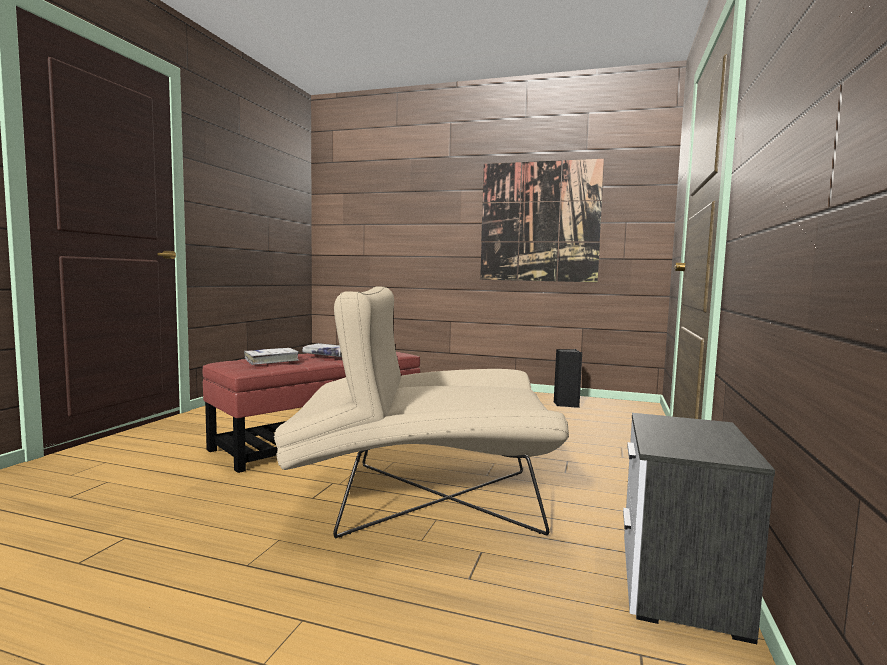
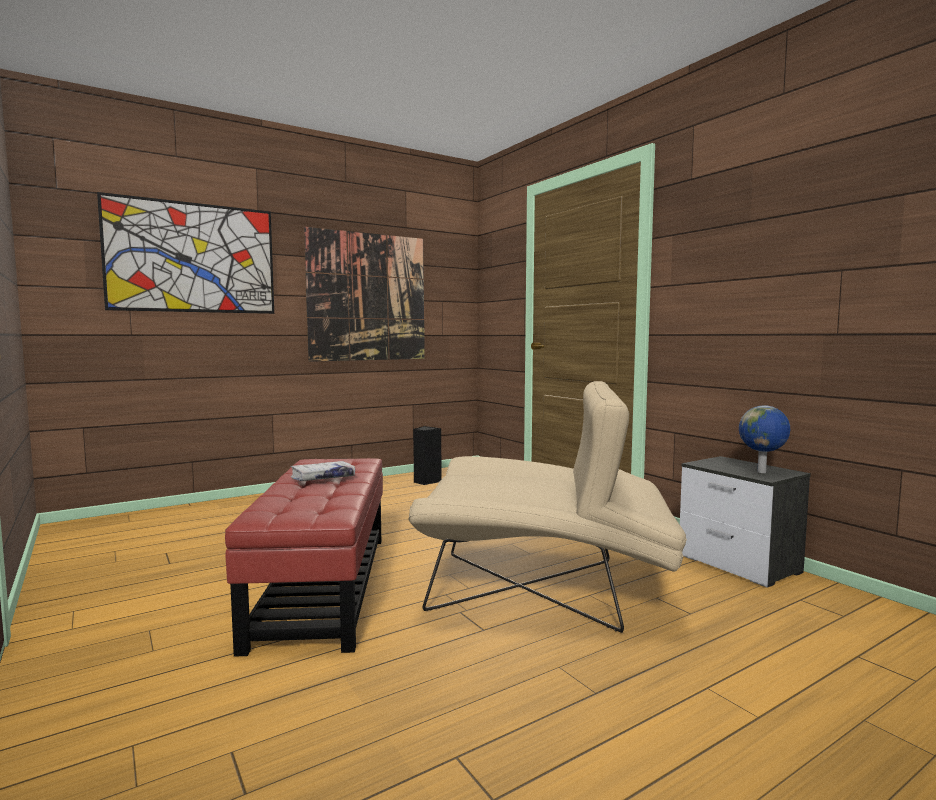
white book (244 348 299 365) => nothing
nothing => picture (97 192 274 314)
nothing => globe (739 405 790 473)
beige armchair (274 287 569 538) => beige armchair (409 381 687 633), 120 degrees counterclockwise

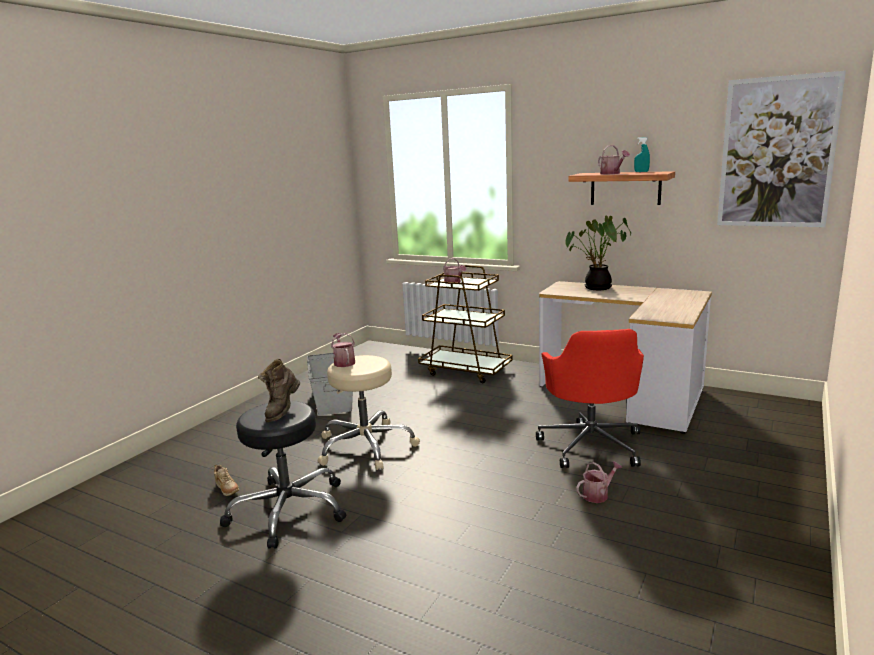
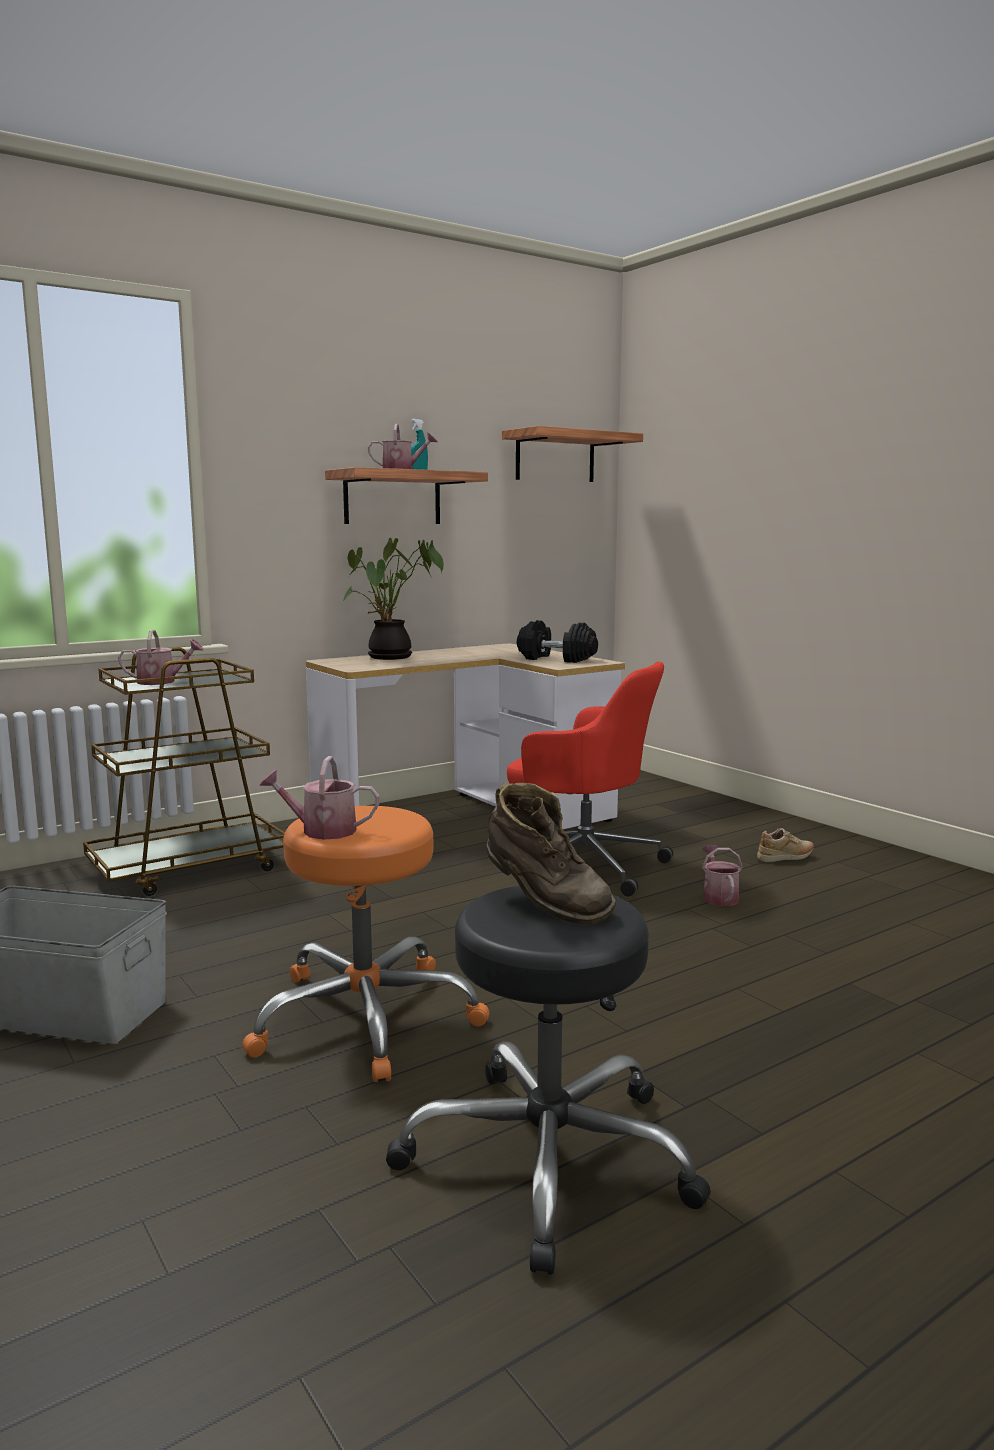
nothing => black dumbbell (517 620 598 663)
beige shoe (214 464 239 496) => beige shoe (757 828 814 863), shifted
picture (717 71 846 227) => shelf (502 426 643 482)
beige stool (318 355 420 470) => orange stool (242 806 490 1082)

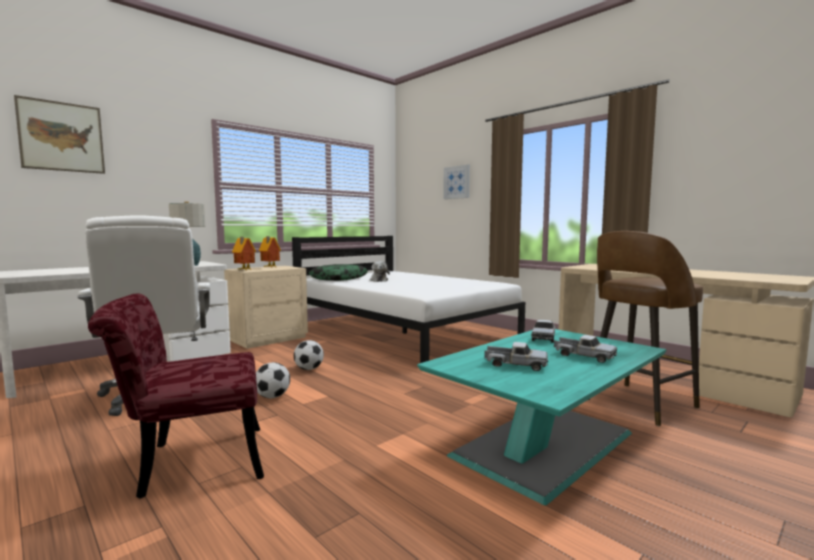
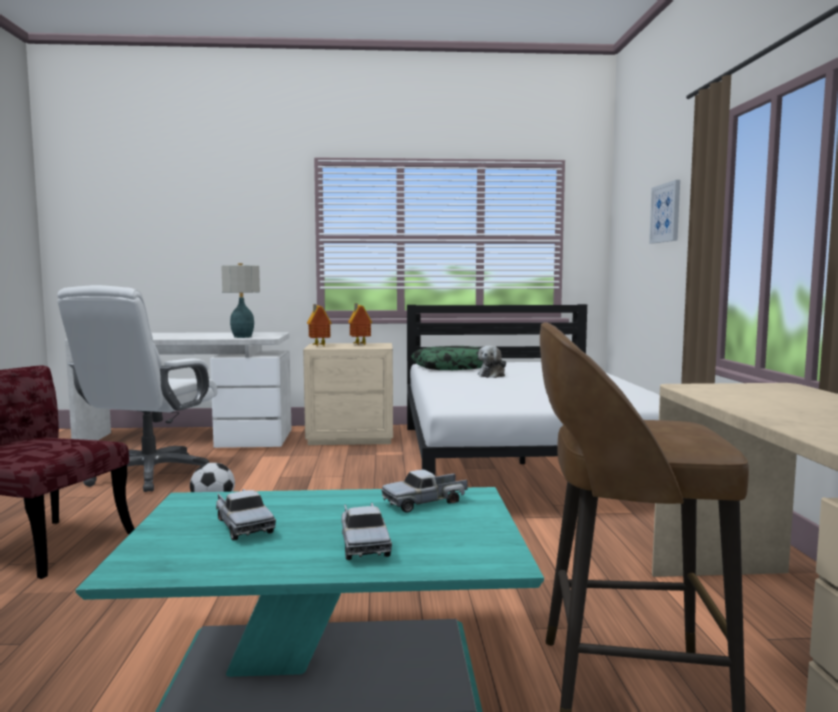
picture (14 95 105 174) => nothing
football (294 340 324 370) => nothing

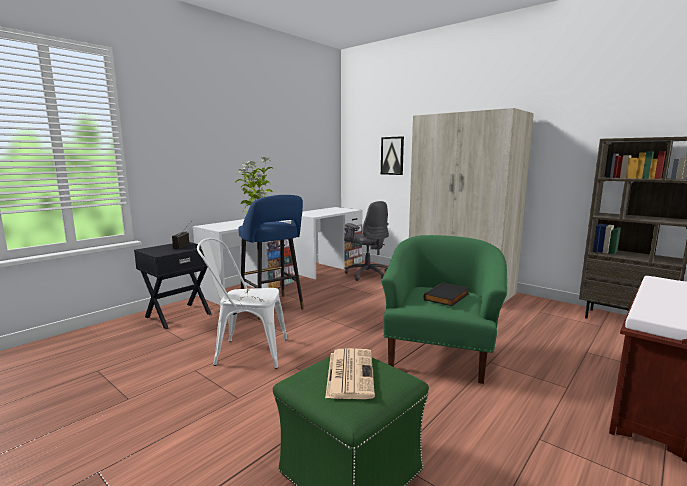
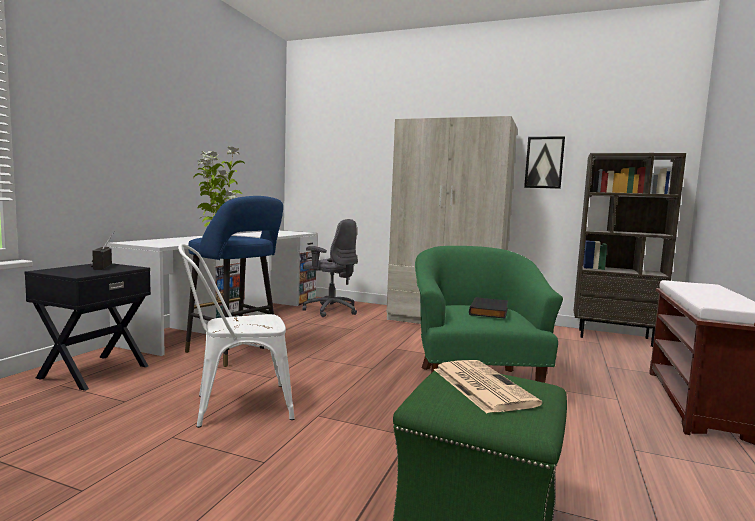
picture (381 136 404 175) => picture (524 136 565 189), shifted

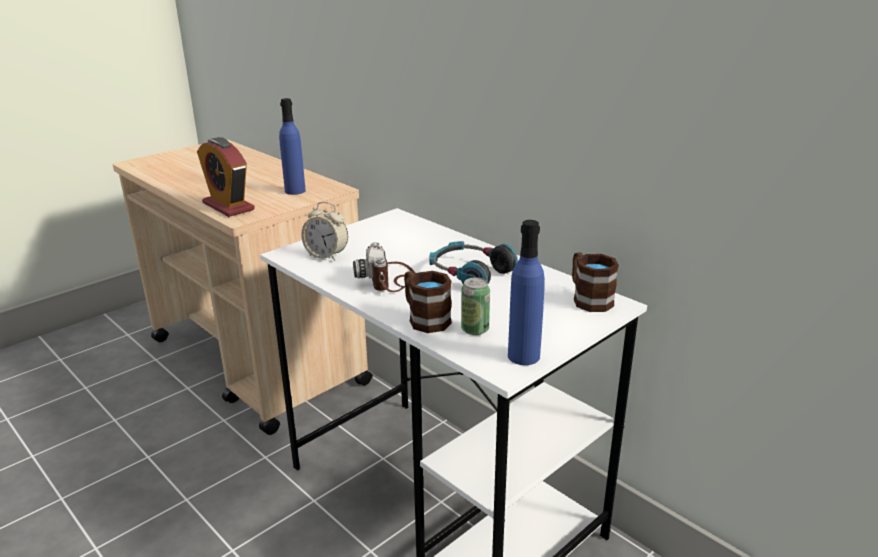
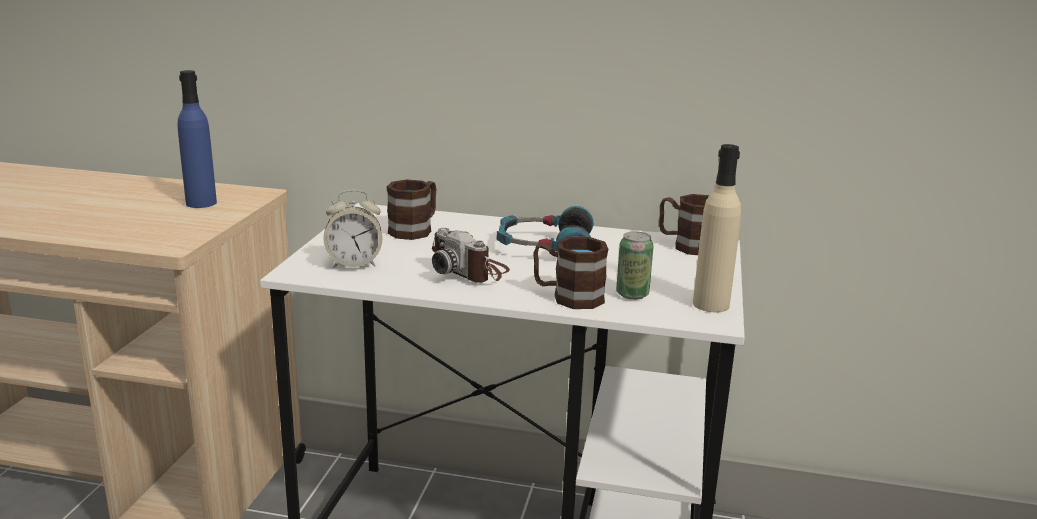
alarm clock (197 137 255 217) => nothing
nothing => brown mug (387 179 436 240)
blue bottle (508 220 545 365) => beige bottle (693 144 741 312)

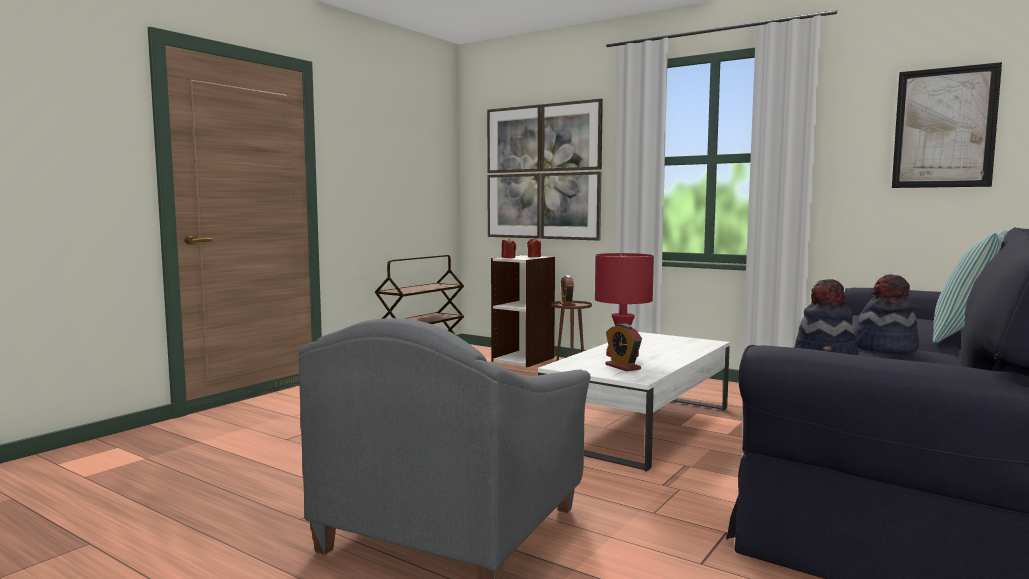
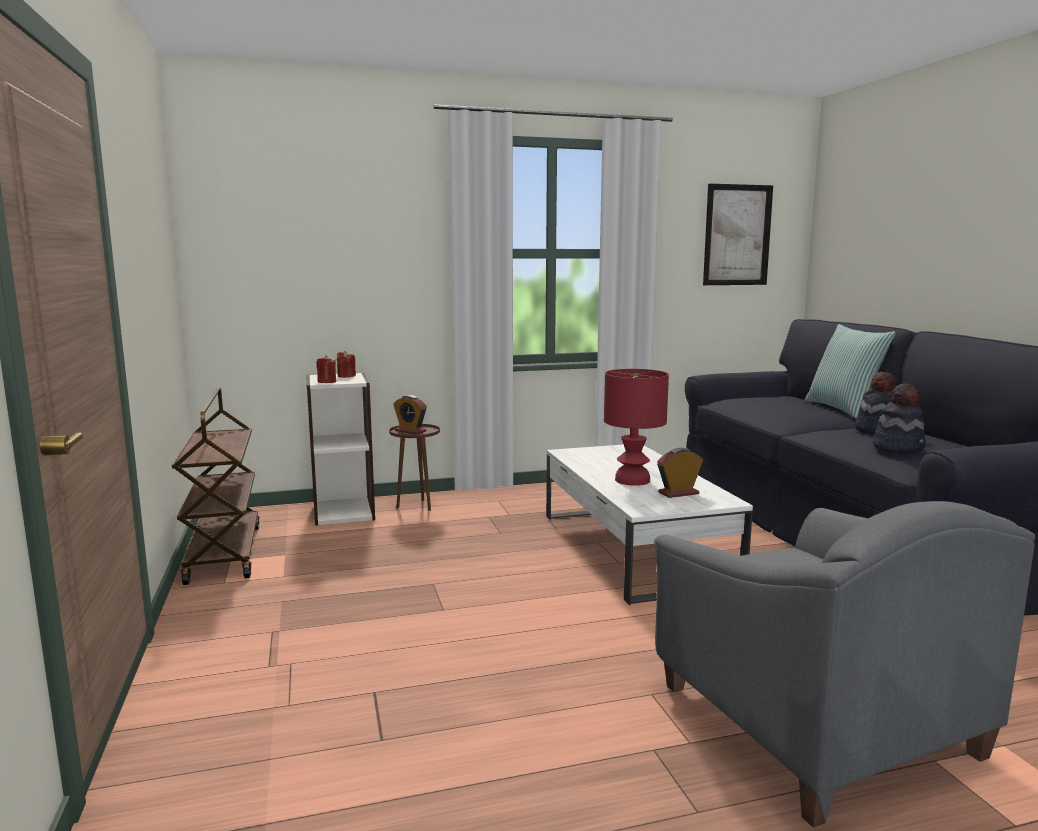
picture (487 99 603 240) => nothing
alarm clock (605 323 642 371) => alarm clock (657 448 703 498), 150 degrees clockwise

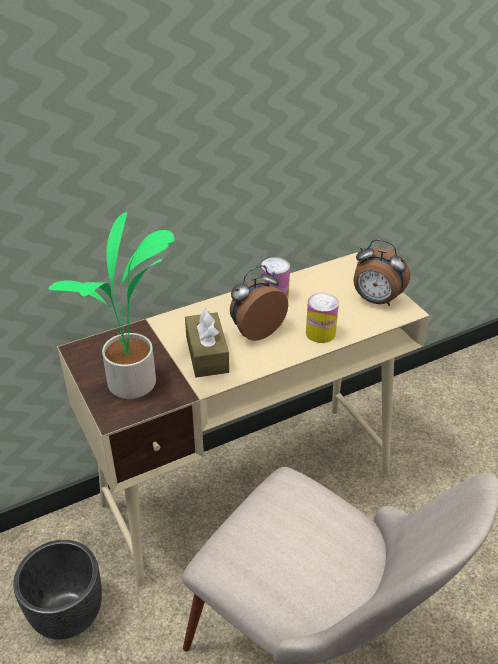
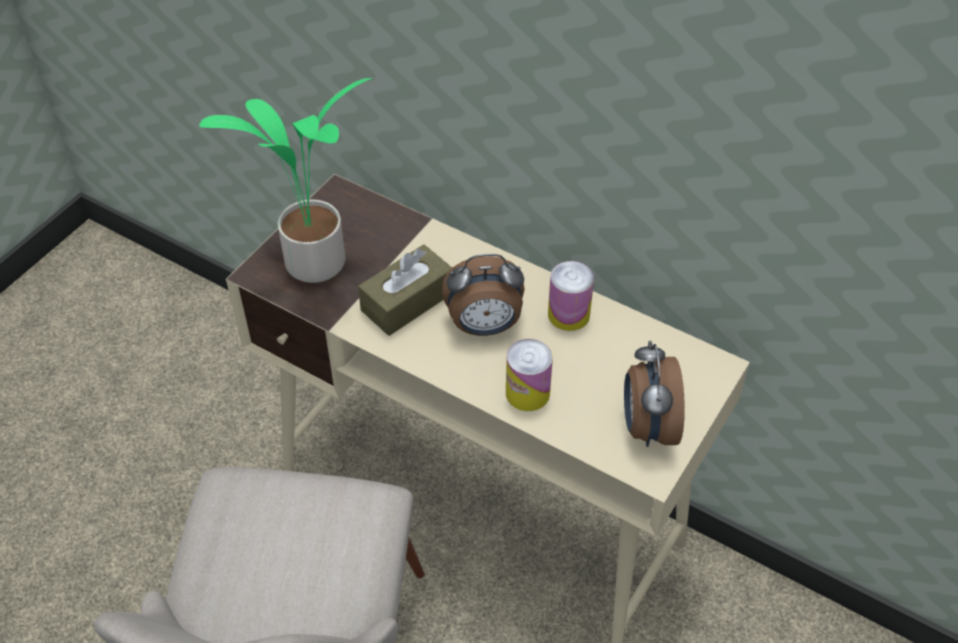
black planter (13 540 102 640) => nothing
alarm clock (230 265 288 341) => alarm clock (442 254 524 336), 150 degrees clockwise

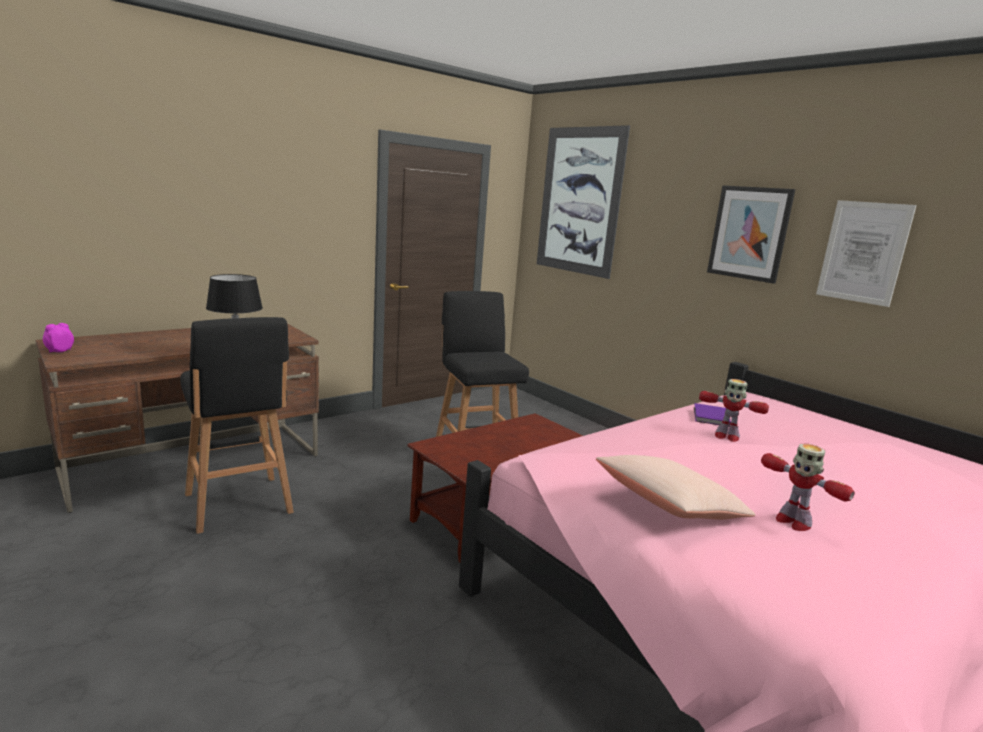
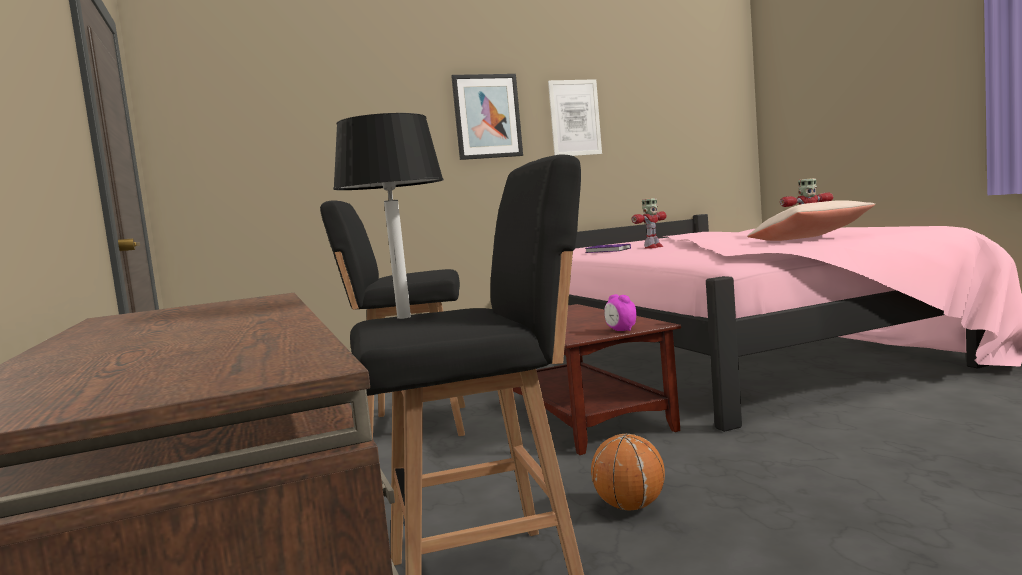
picture (537 125 630 279) => nothing
nothing => basketball (591 434 665 510)
alarm clock (43 323 74 353) => alarm clock (604 294 637 331), shifted

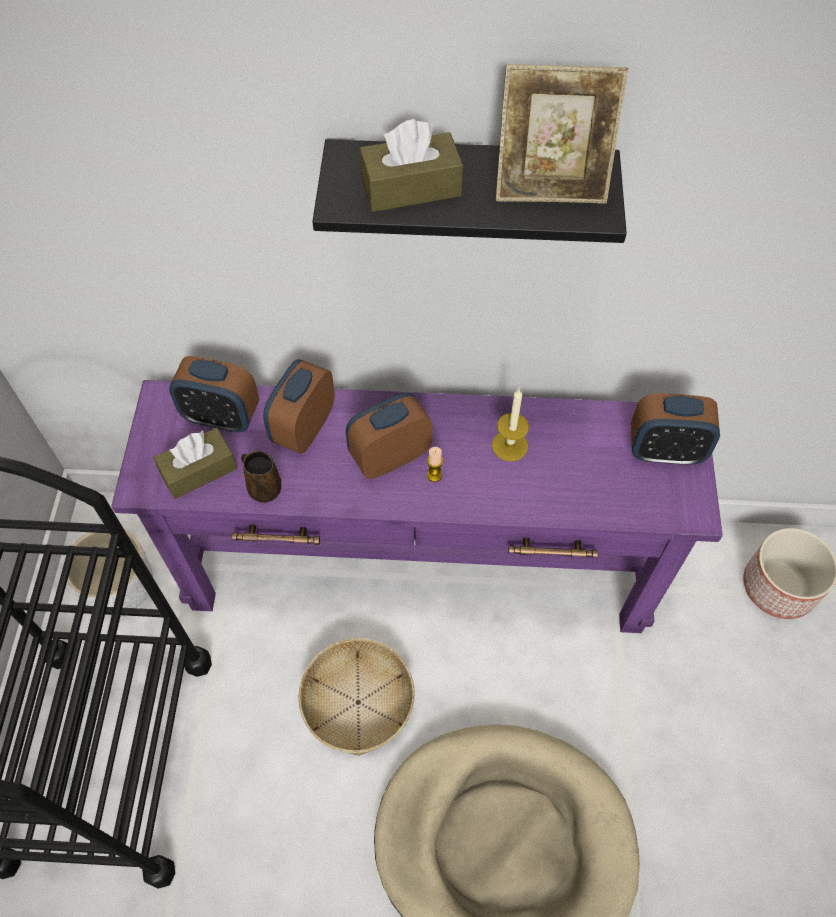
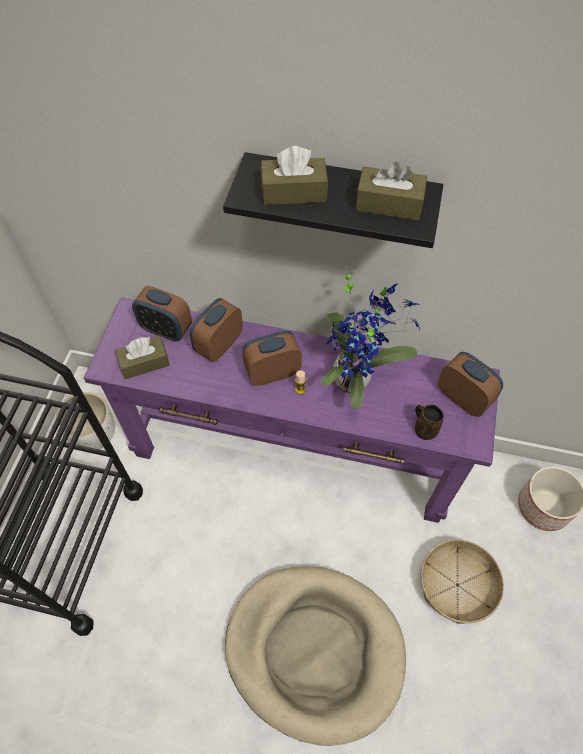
brown mug (241 451 281 503) => brown mug (415 404 444 440), shifted
basket (299 638 415 756) => basket (421 539 504 624), shifted
candle (492 389 529 462) => potted plant (322 267 421 409)
picture frame (496 64 629 204) => brown tissue box (355 162 427 220)
alarm clock (631 393 720 465) => alarm clock (438 352 503 417), 150 degrees counterclockwise

